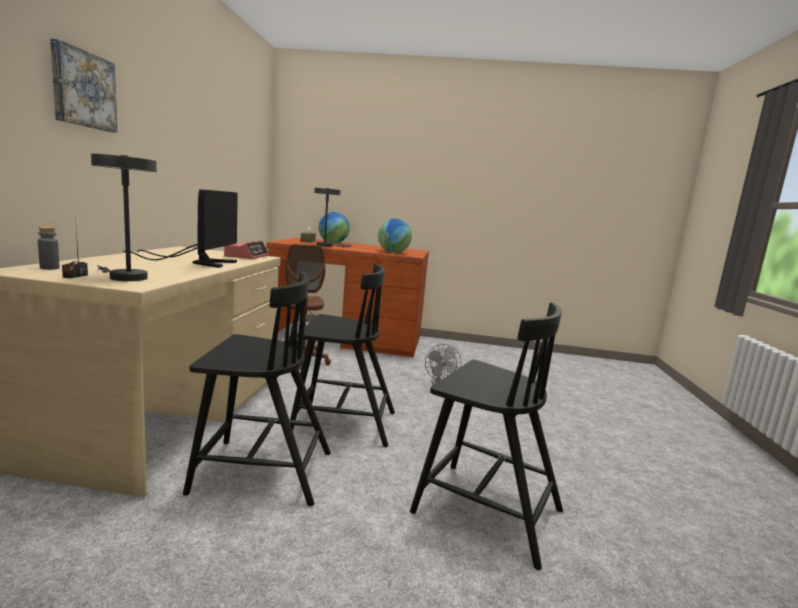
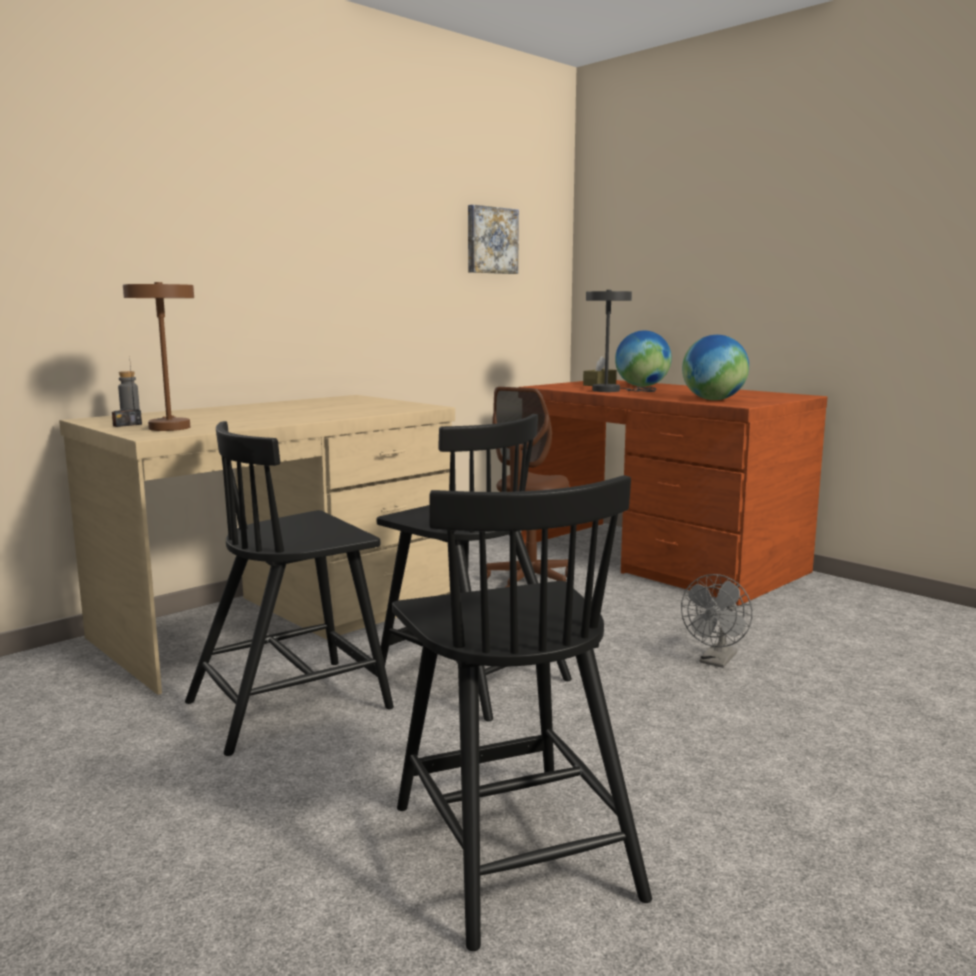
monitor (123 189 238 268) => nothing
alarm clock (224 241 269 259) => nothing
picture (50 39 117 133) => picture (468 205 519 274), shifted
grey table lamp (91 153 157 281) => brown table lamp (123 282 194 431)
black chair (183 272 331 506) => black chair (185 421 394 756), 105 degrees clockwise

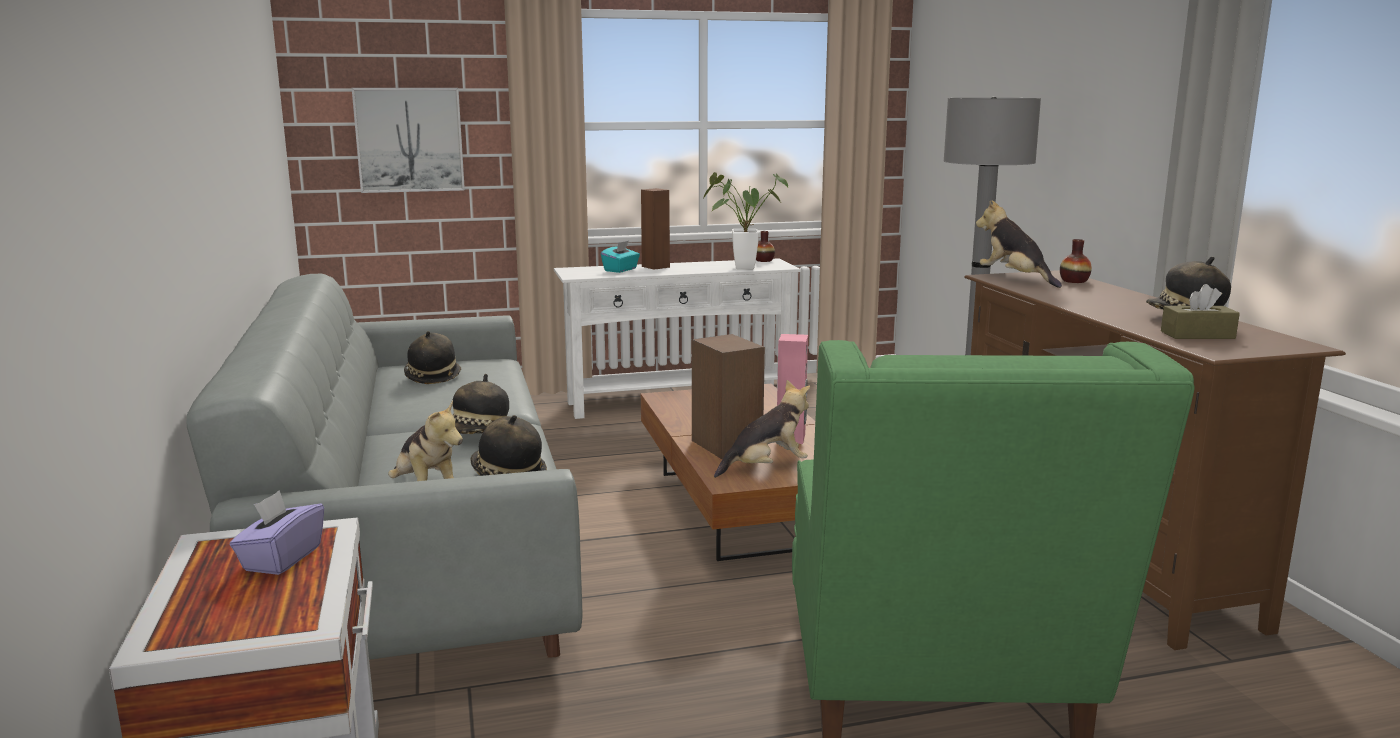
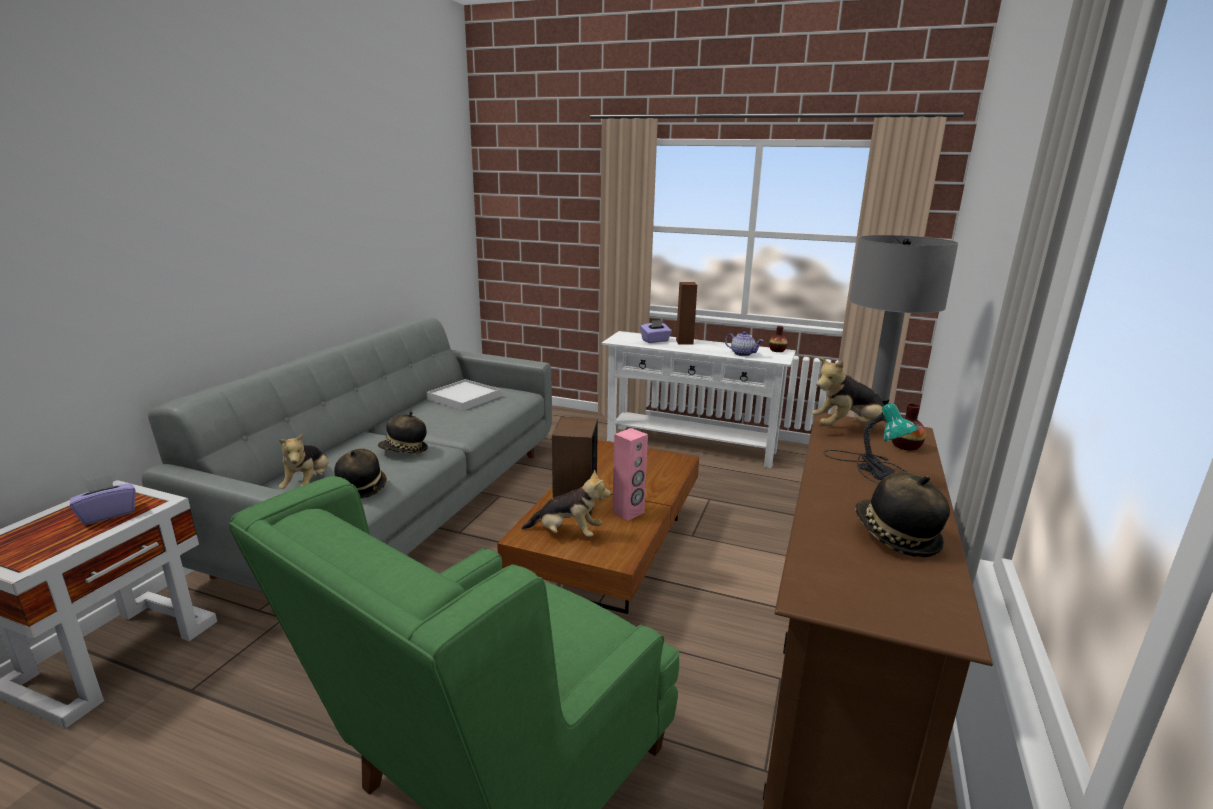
picture (352 88 465 193) => nothing
brown tissue box (1161 284 1240 339) => nothing
nothing => table lamp (824 403 918 484)
hat (404 331 461 384) => white tray (427 379 501 411)
potted plant (703 172 788 269) => teapot (725 331 763 356)
turquoise tissue box (601 241 640 273) => purple tissue box (640 320 672 343)
plush toy (976 200 1062 288) => plush toy (812 358 887 426), 105 degrees counterclockwise

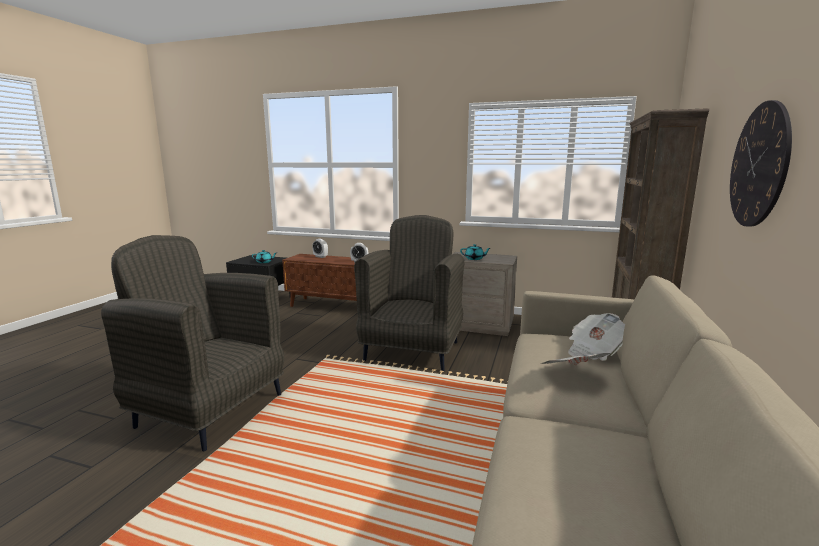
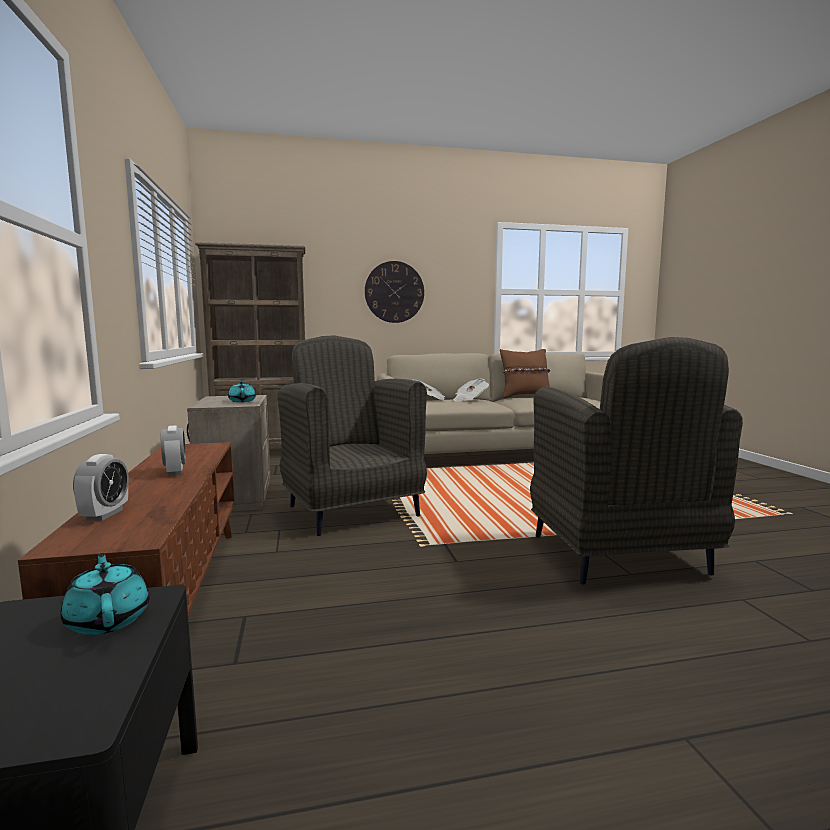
nothing => brown pillow (500 349 551 398)
grey armchair (354 215 465 371) => grey armchair (277 335 427 536), 75 degrees clockwise

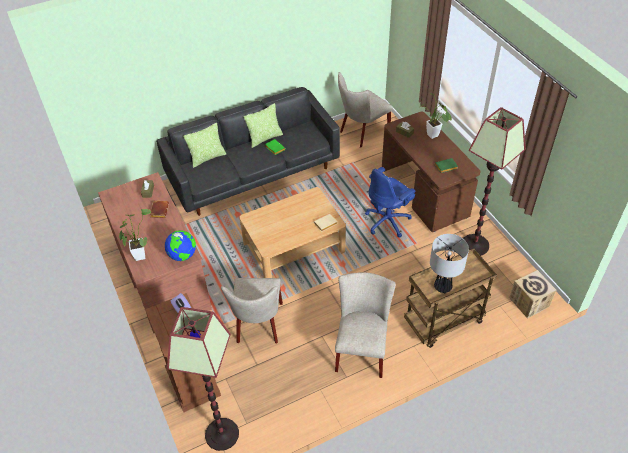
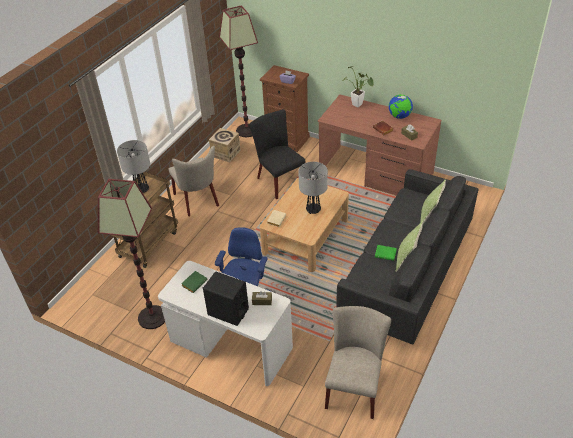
nothing => table lamp (298 162 328 214)
globe (165 230 196 261) => globe (389 94 413 119), shifted
cardboard box (509 270 557 318) => cardboard box (209 128 241 163), shifted
potted plant (420 93 452 139) => black speaker (203 271 249 326)
beige chair (221 278 283 343) => black chair (249 109 305 199)
brown desk (382 112 480 232) => white desk (158 261 293 386)

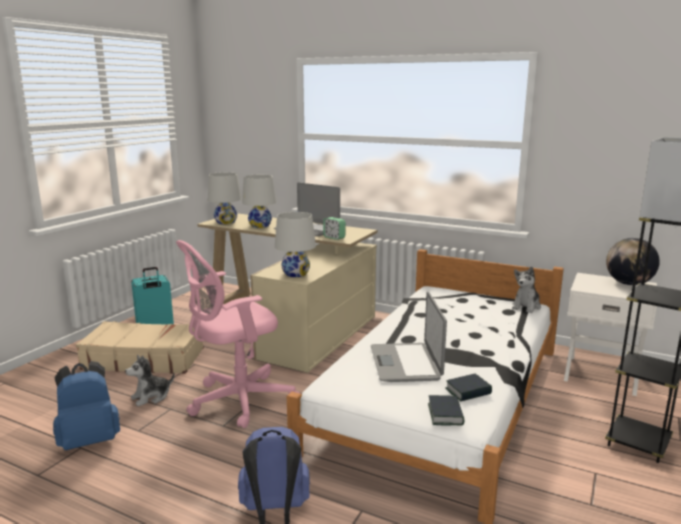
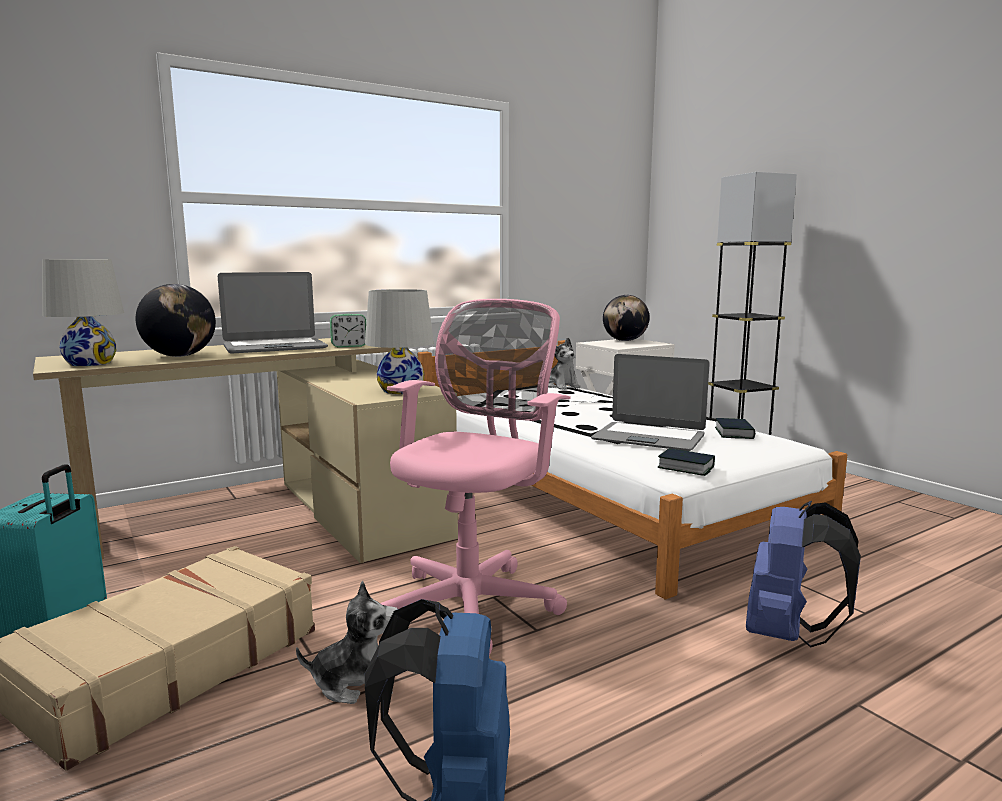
book (428 395 464 426) => book (657 448 715 476), shifted
white table lamp (242 175 276 228) => globe (136 284 216 357)
plush toy (125 355 174 406) => plush toy (296 581 398 704), 90 degrees counterclockwise
pink office chair (176 240 301 428) => pink office chair (380 299 571 655), 150 degrees counterclockwise

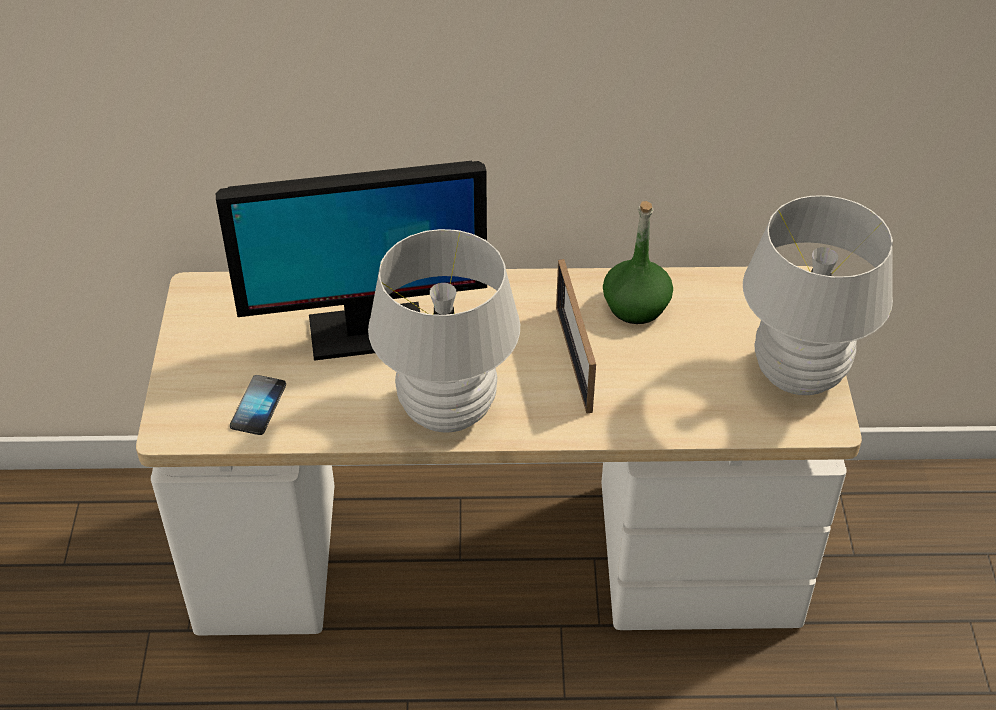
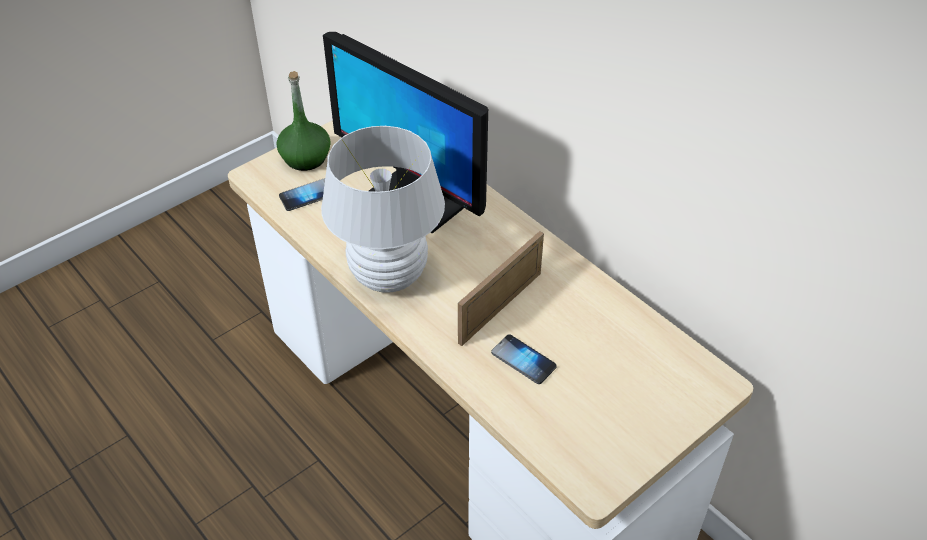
white table lamp (743 195 893 395) => nothing
nothing => phone (491 334 557 384)
green bottle (603 201 673 324) => green bottle (276 71 331 171), shifted

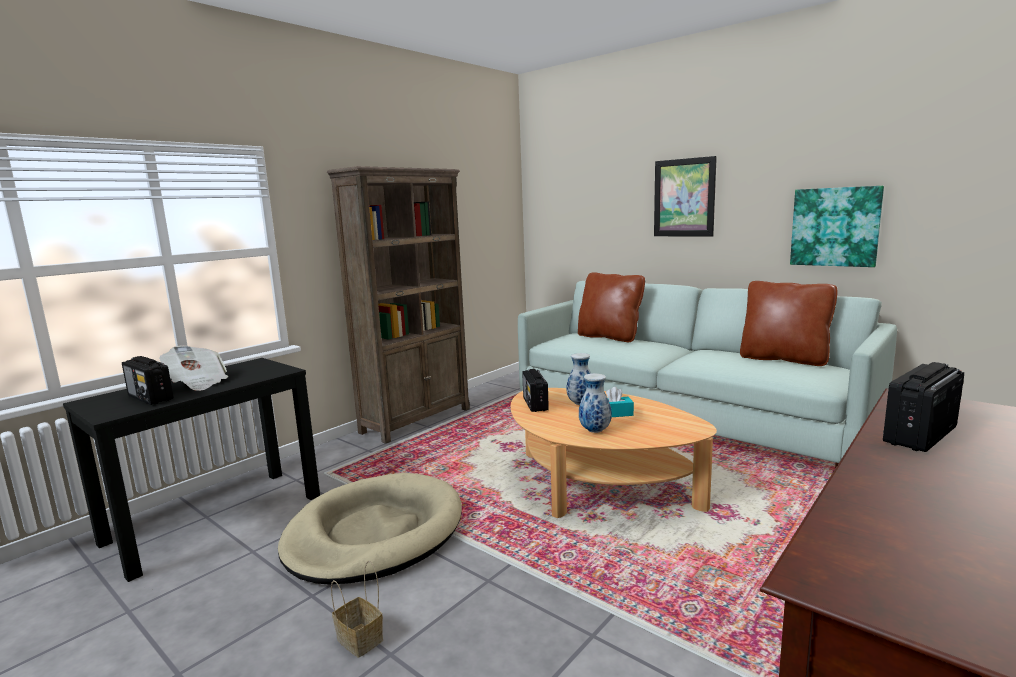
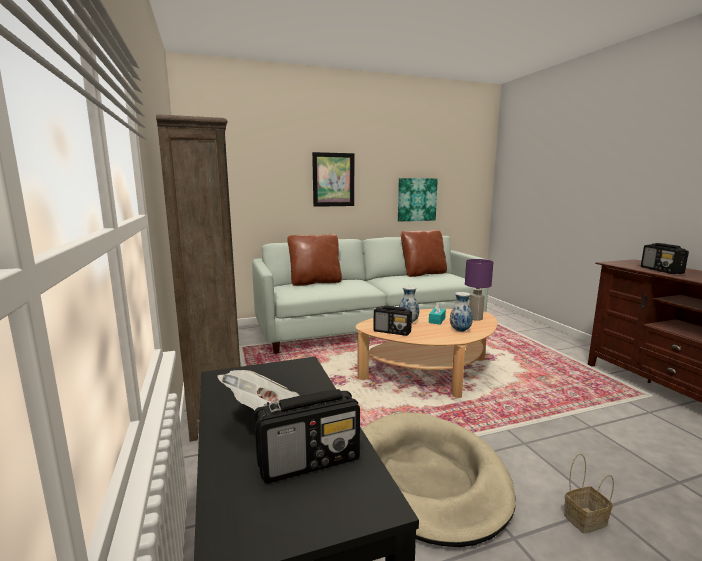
nothing => purple table lamp (465 259 493 321)

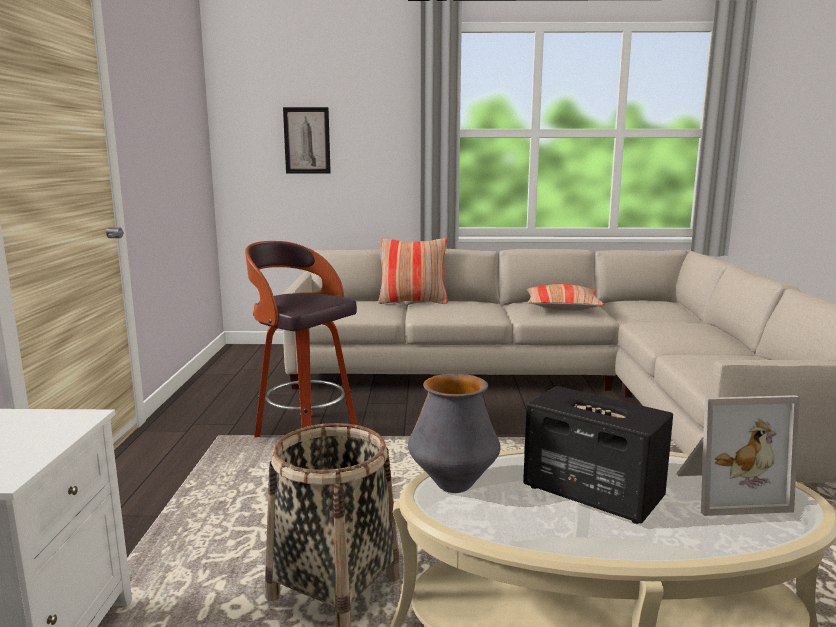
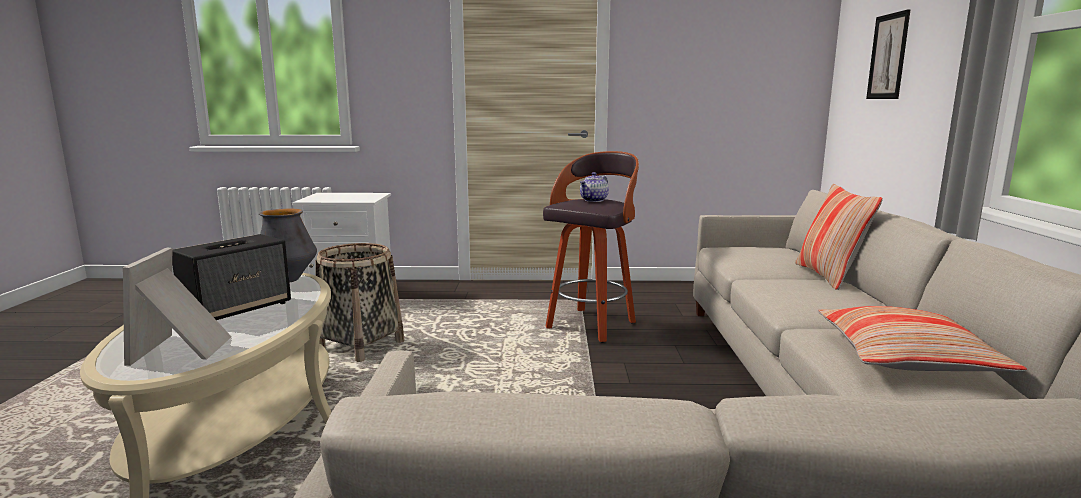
nothing => teapot (580 172 609 202)

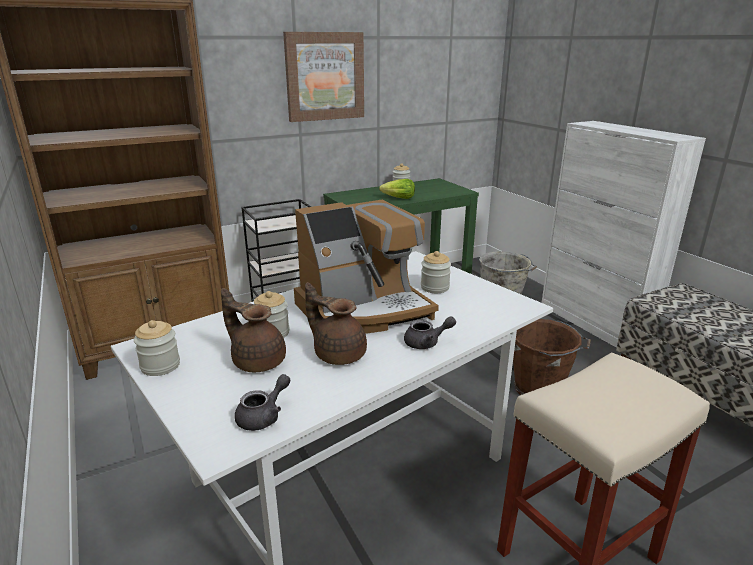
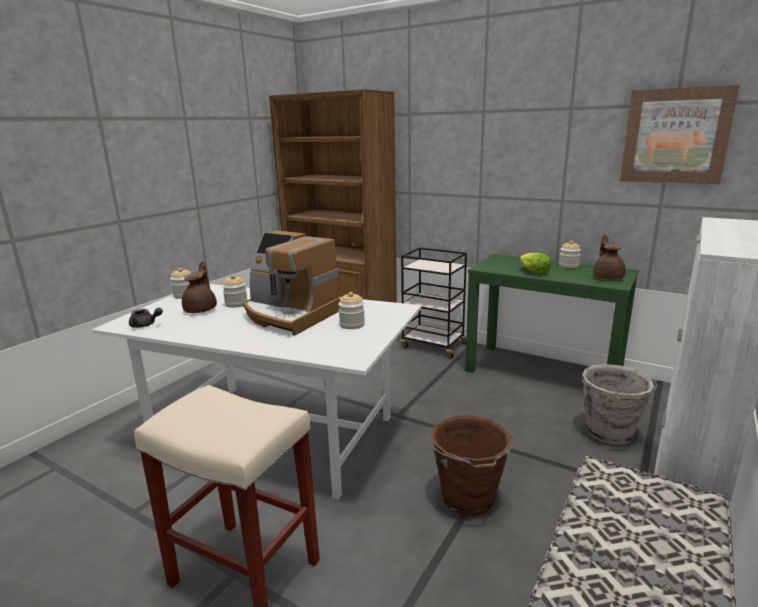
grey teapot (404 316 456 349) => nothing
picture (283 32 364 122) => picture (620 85 739 184), shifted
brown teapot (305 282 367 365) => brown teapot (593 234 626 280), shifted

